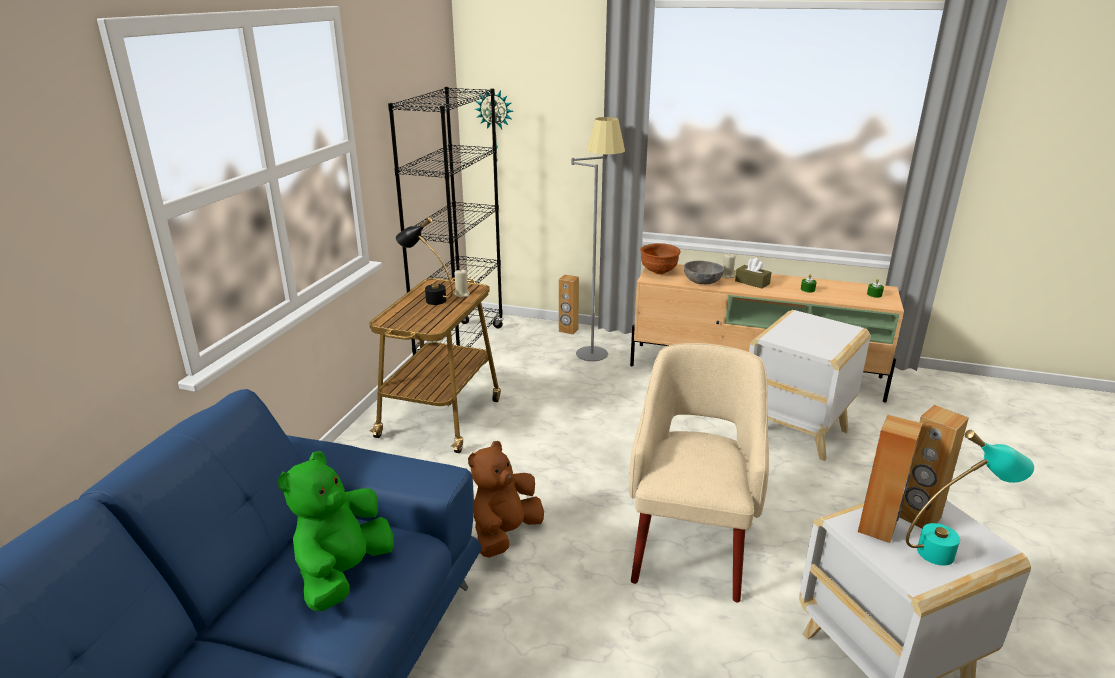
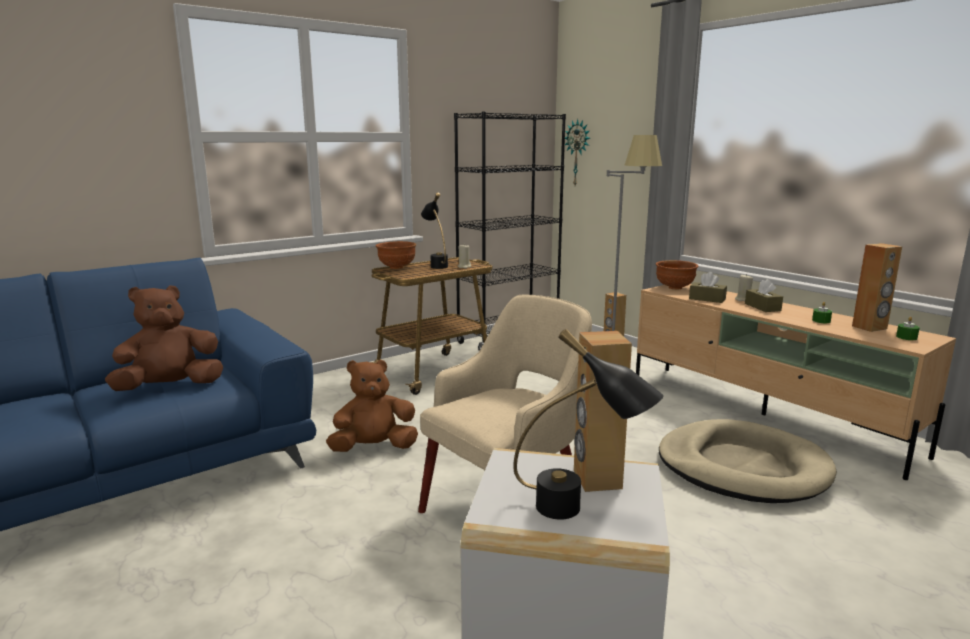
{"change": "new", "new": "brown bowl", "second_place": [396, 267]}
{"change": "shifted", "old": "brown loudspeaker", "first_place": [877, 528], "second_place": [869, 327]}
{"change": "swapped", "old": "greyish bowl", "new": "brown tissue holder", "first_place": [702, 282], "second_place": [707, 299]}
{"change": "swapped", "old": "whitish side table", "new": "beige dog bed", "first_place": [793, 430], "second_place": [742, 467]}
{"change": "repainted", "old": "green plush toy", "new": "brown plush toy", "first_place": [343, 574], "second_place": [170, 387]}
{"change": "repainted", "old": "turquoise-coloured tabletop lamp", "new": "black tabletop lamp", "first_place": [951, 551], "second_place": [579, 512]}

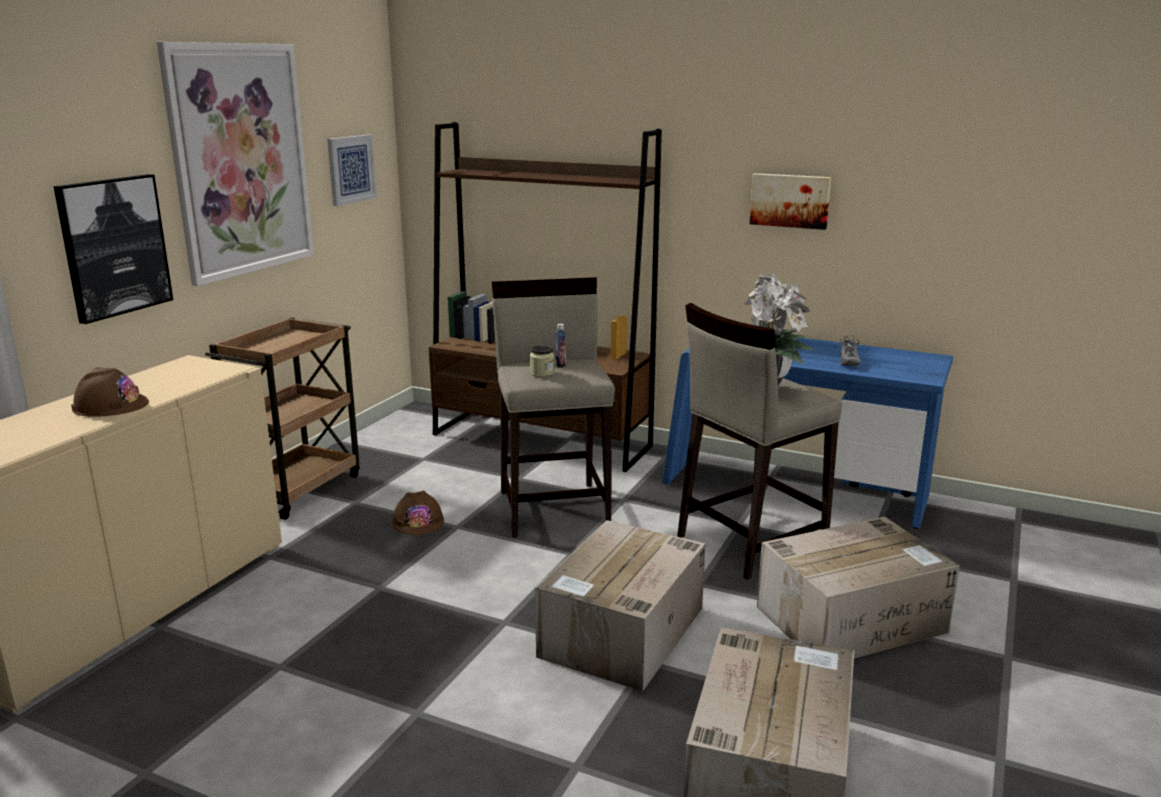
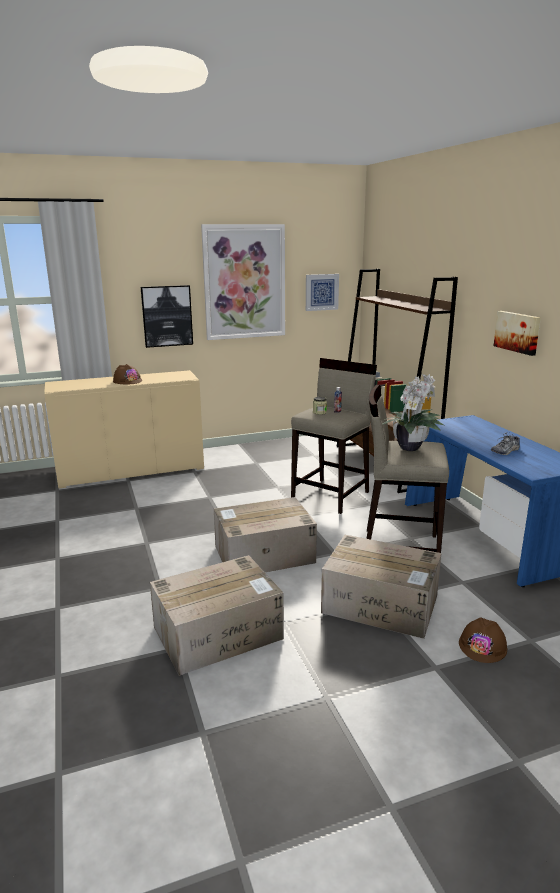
{"change": "gone", "old": "brown wheeled cart", "first_place": [298, 488]}
{"change": "shifted", "old": "brown work helmet", "first_place": [418, 522], "second_place": [483, 646]}

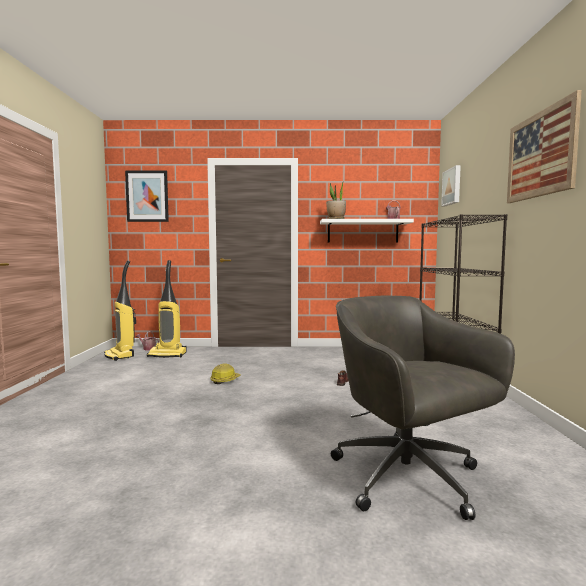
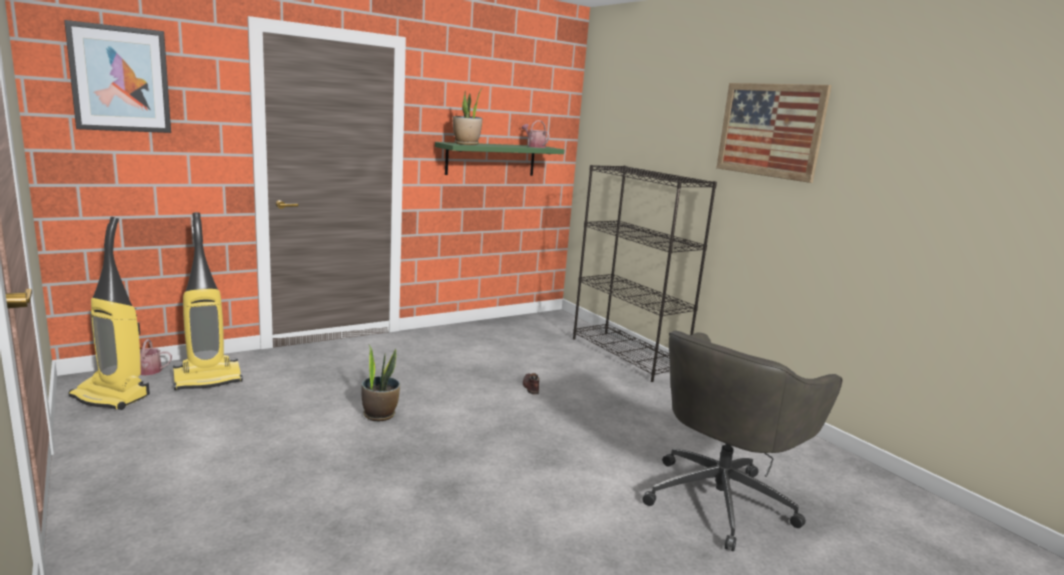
{"change": "gone", "old": "wall picture", "first_place": [452, 186]}
{"change": "swapped", "old": "work helmet", "new": "potted plant", "first_place": [225, 380], "second_place": [380, 414]}
{"change": "repainted", "old": "whitish wall shelf", "new": "green wall shelf", "first_place": [362, 231], "second_place": [491, 159]}
{"change": "rotated", "old": "greyish office chair", "first_place": [409, 479], "second_place": [721, 499], "degrees": -75}

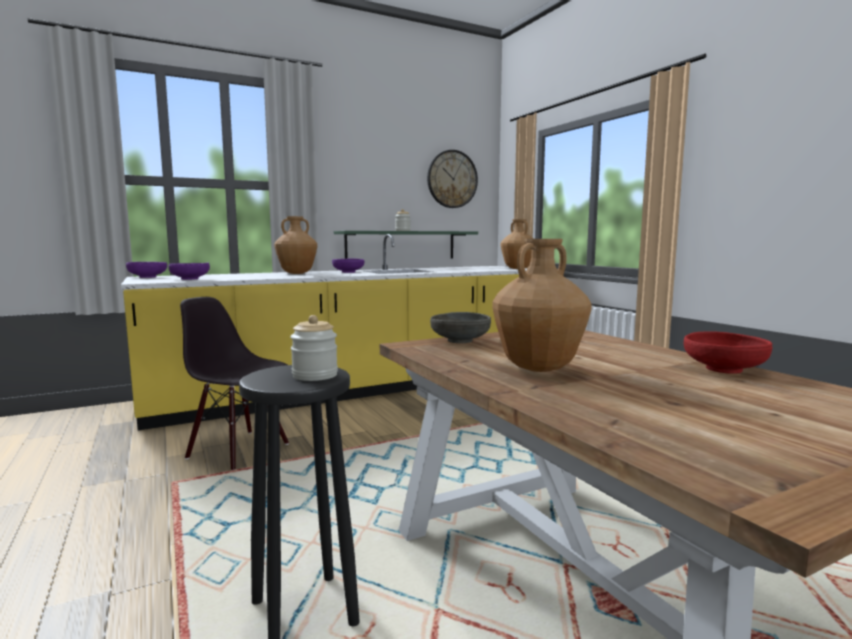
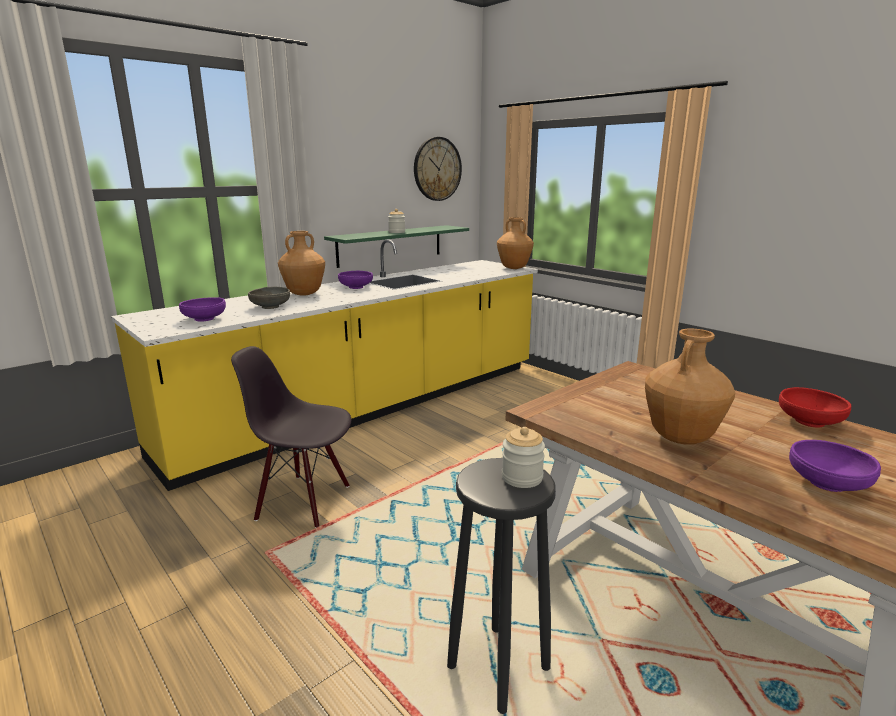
{"change": "shifted", "old": "purple bowl", "first_place": [147, 277], "second_place": [827, 483]}
{"change": "shifted", "old": "greyish bowl", "first_place": [460, 340], "second_place": [270, 307]}

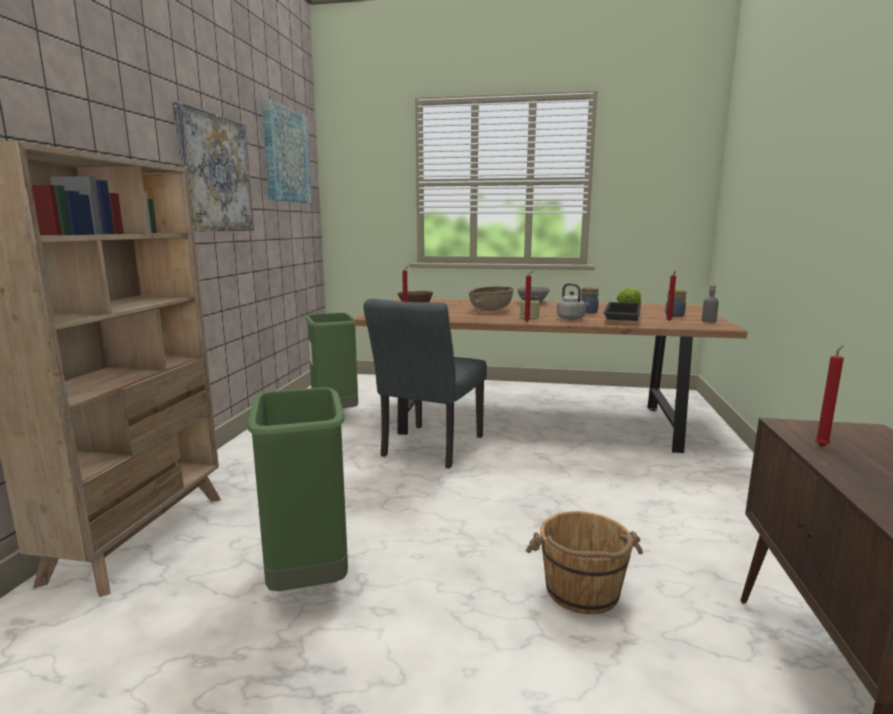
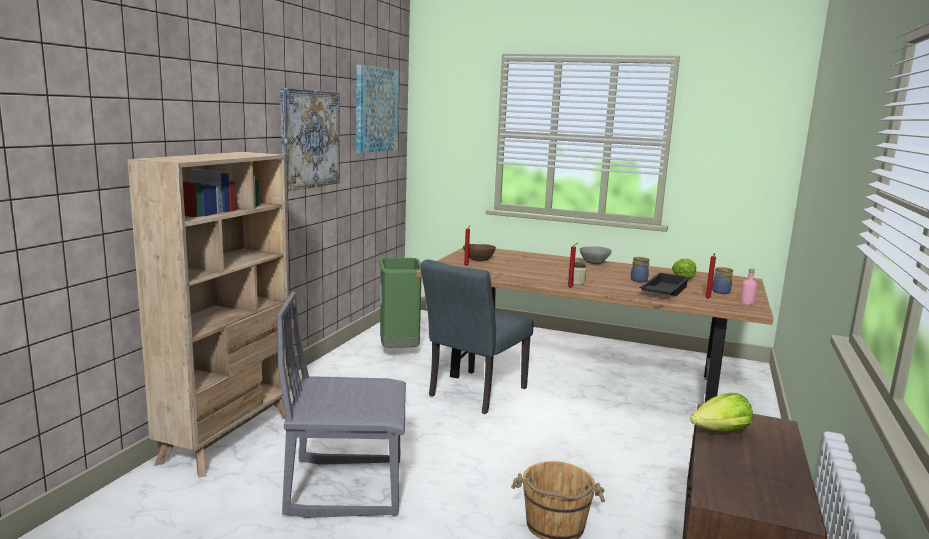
{"change": "gone", "old": "brown bowl", "first_place": [491, 310]}
{"change": "gone", "old": "greyish water kettle", "first_place": [572, 318]}
{"change": "swapped", "old": "green trash can", "new": "greyish upright chair", "first_place": [307, 579], "second_place": [346, 486]}
{"change": "swapped", "old": "reddish candle", "new": "head of lettuce", "first_place": [822, 446], "second_place": [721, 432]}
{"change": "repainted", "old": "greyish bottle", "new": "pink-coloured bottle", "first_place": [708, 321], "second_place": [747, 302]}

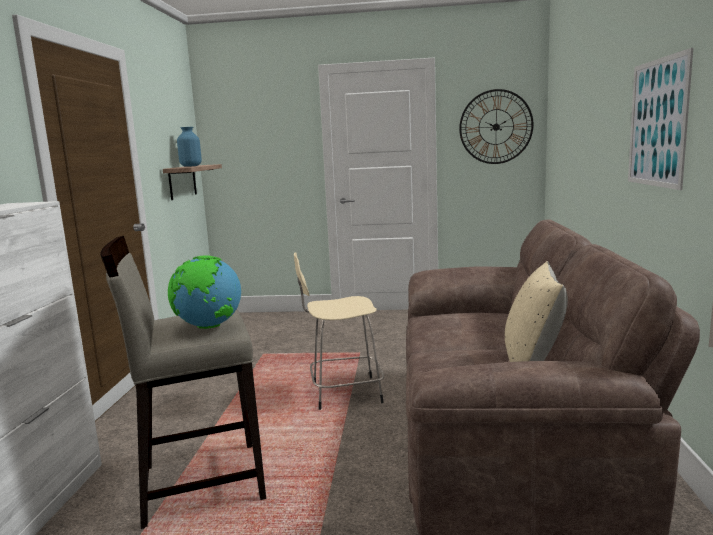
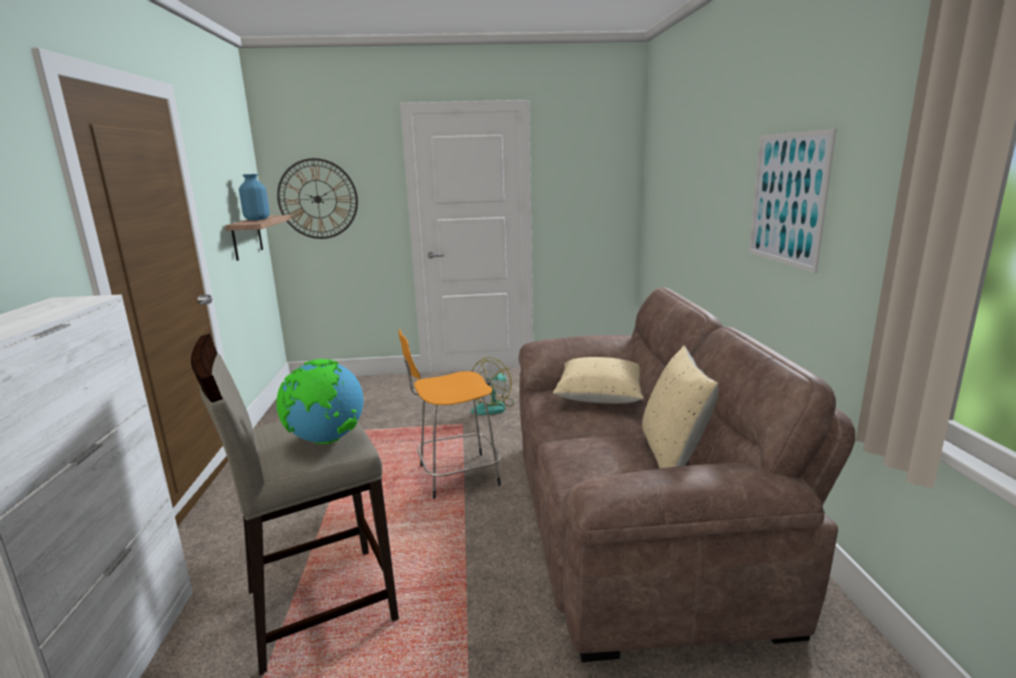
{"change": "new", "new": "cooling fan", "second_place": [494, 407]}
{"change": "new", "new": "beige throw pillow", "second_place": [600, 397]}
{"change": "shifted", "old": "hanging clock", "first_place": [496, 127], "second_place": [317, 199]}
{"change": "repainted", "old": "beige stool seat", "new": "orange stool seat", "first_place": [343, 393], "second_place": [455, 476]}

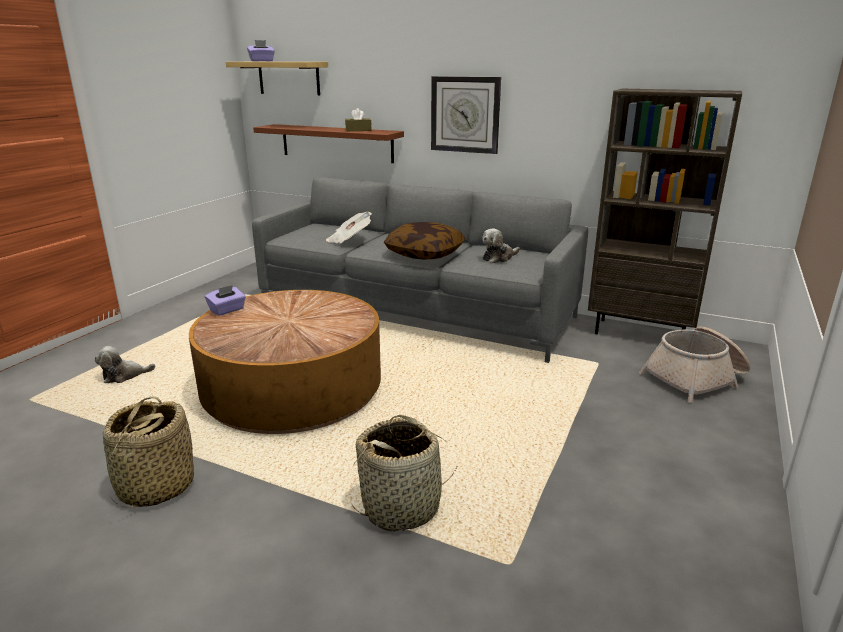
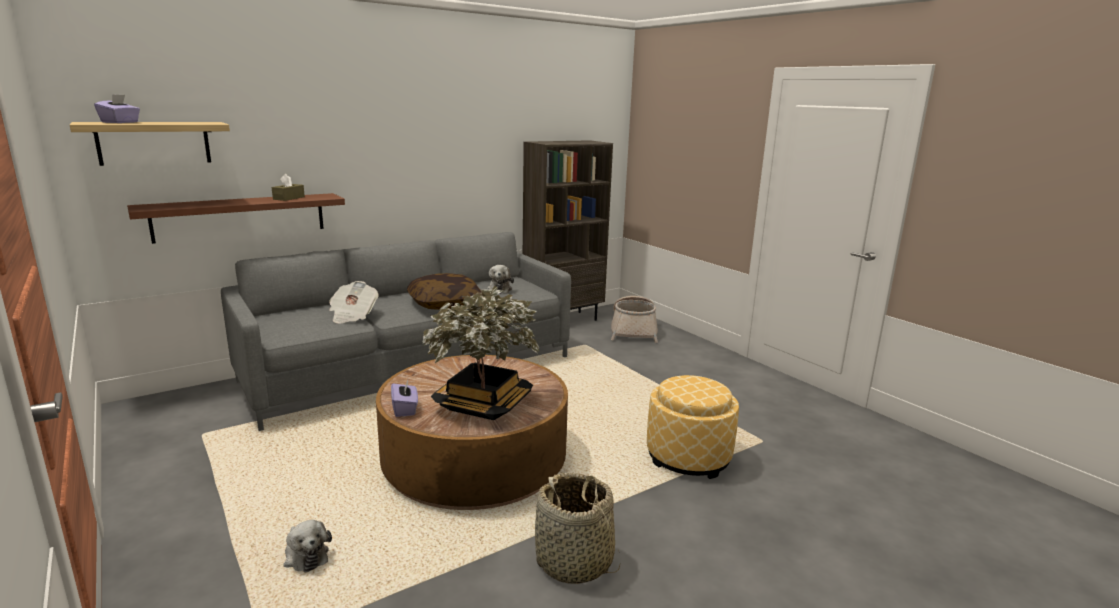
{"change": "gone", "old": "hanging clock", "first_place": [465, 114]}
{"change": "new", "new": "potted plant", "second_place": [483, 404]}
{"change": "swapped", "old": "basket", "new": "ottoman", "first_place": [402, 507], "second_place": [688, 457]}
{"change": "rotated", "old": "plush toy", "first_place": [124, 376], "second_place": [305, 556], "degrees": -45}

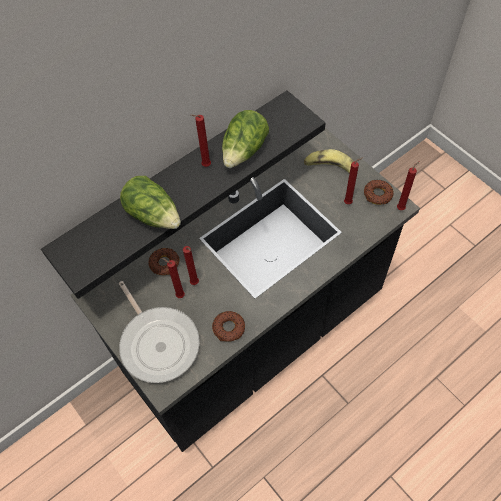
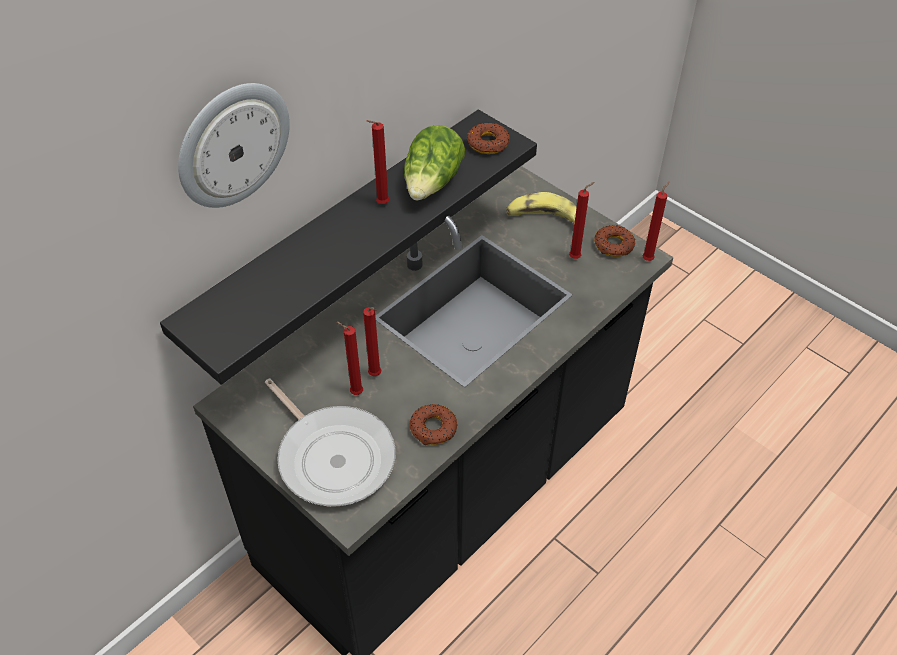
{"change": "gone", "old": "head of lettuce", "first_place": [154, 214]}
{"change": "new", "new": "hanging clock", "second_place": [232, 144]}
{"change": "shifted", "old": "doughnut", "first_place": [164, 263], "second_place": [488, 143]}

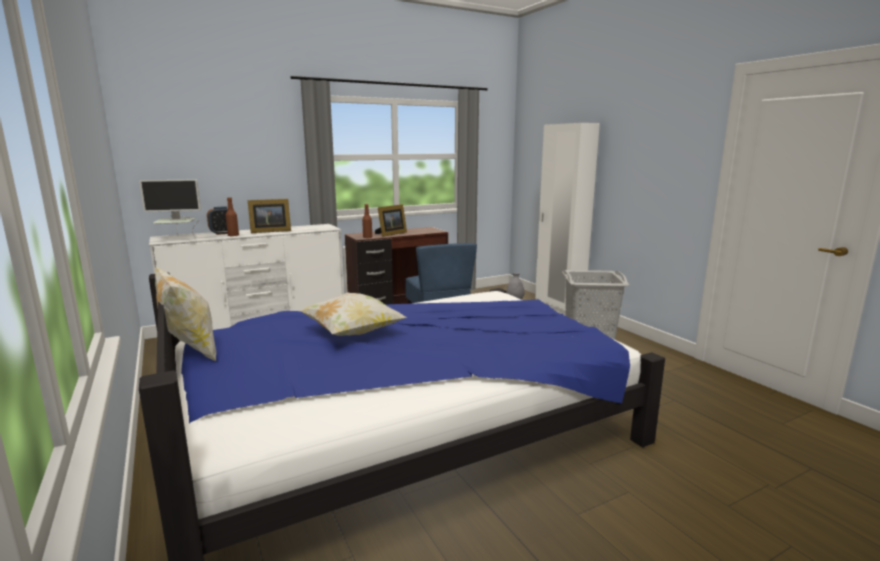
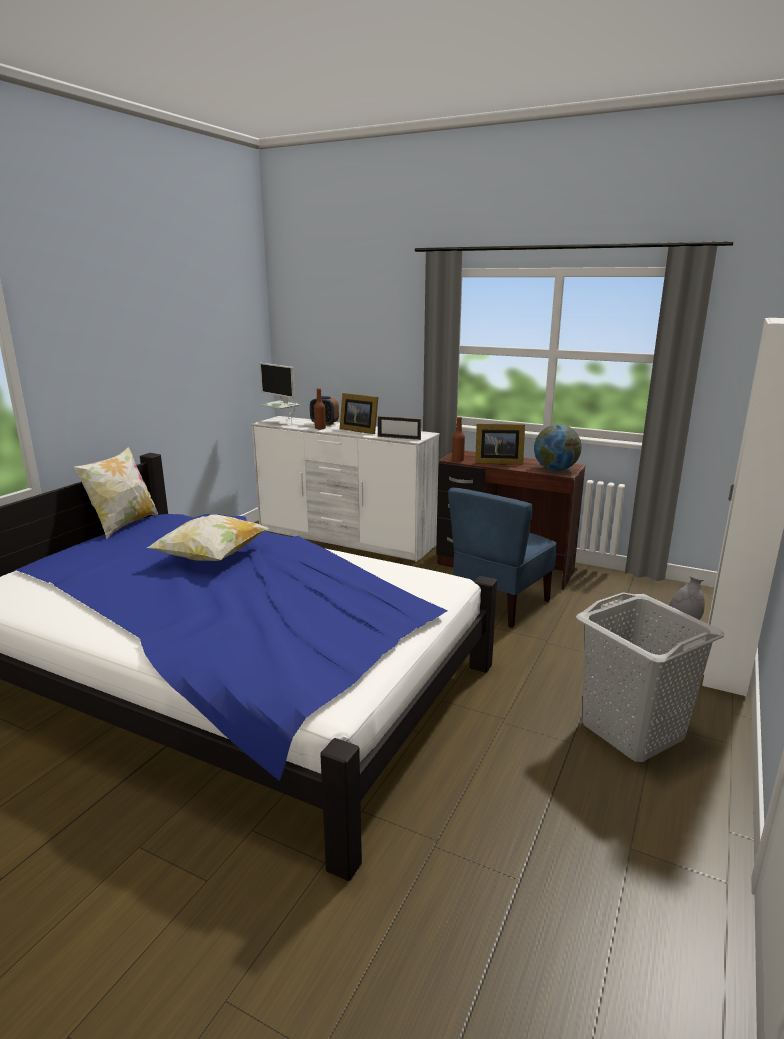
{"change": "new", "new": "standing frame", "second_place": [399, 438]}
{"change": "new", "new": "globe", "second_place": [555, 470]}

